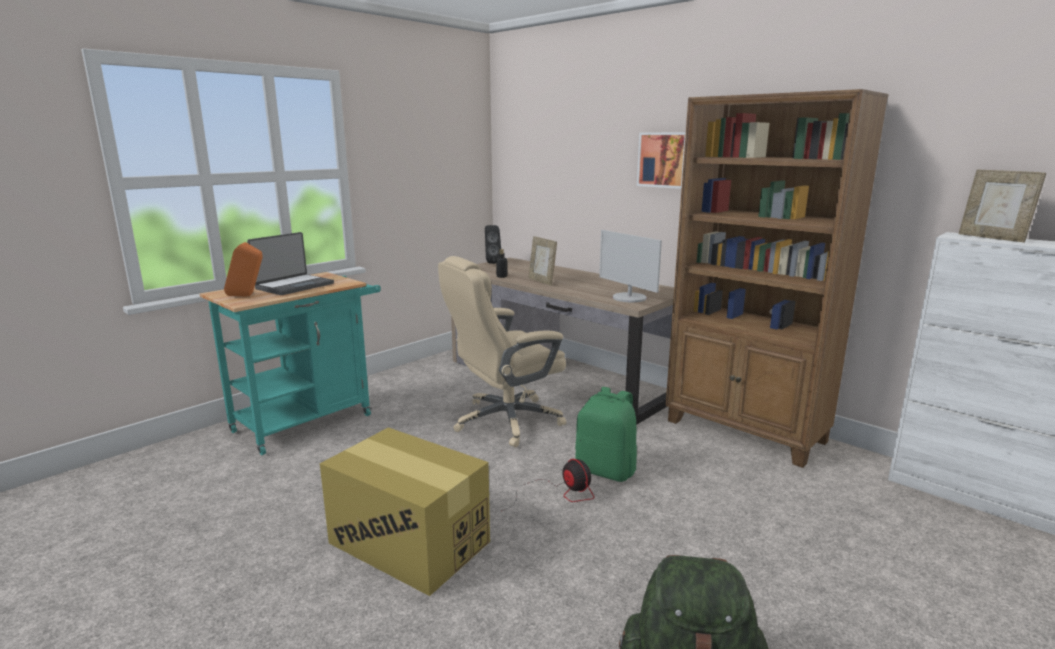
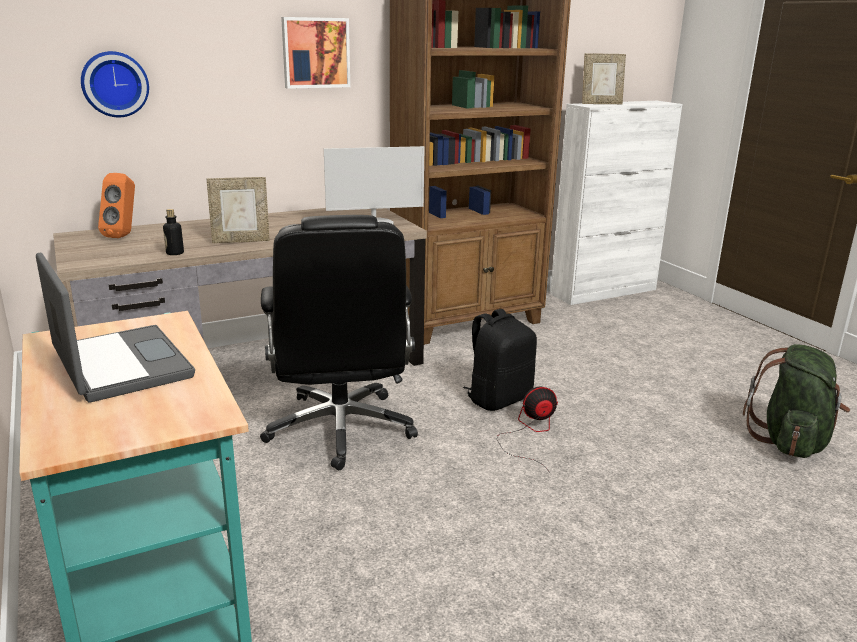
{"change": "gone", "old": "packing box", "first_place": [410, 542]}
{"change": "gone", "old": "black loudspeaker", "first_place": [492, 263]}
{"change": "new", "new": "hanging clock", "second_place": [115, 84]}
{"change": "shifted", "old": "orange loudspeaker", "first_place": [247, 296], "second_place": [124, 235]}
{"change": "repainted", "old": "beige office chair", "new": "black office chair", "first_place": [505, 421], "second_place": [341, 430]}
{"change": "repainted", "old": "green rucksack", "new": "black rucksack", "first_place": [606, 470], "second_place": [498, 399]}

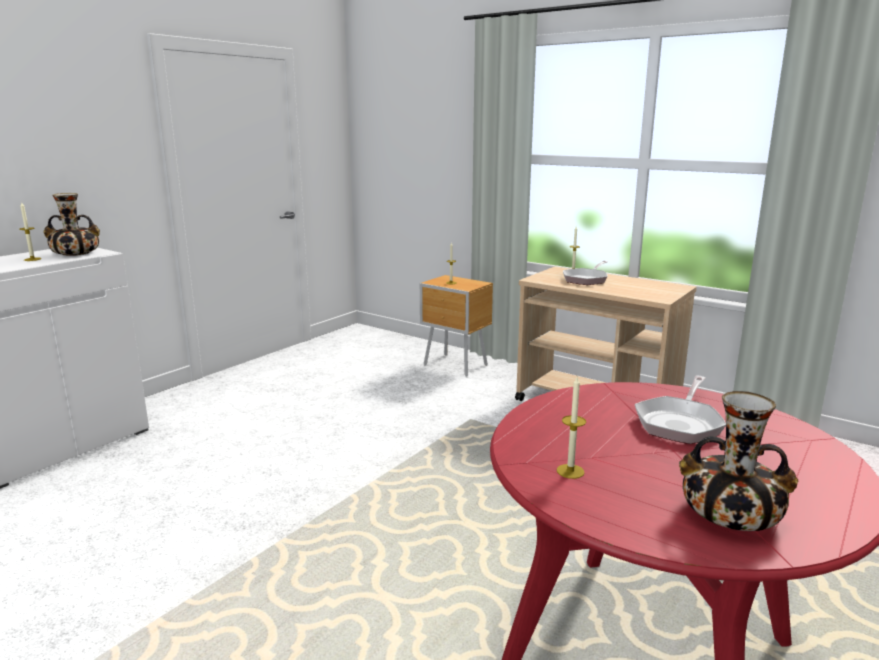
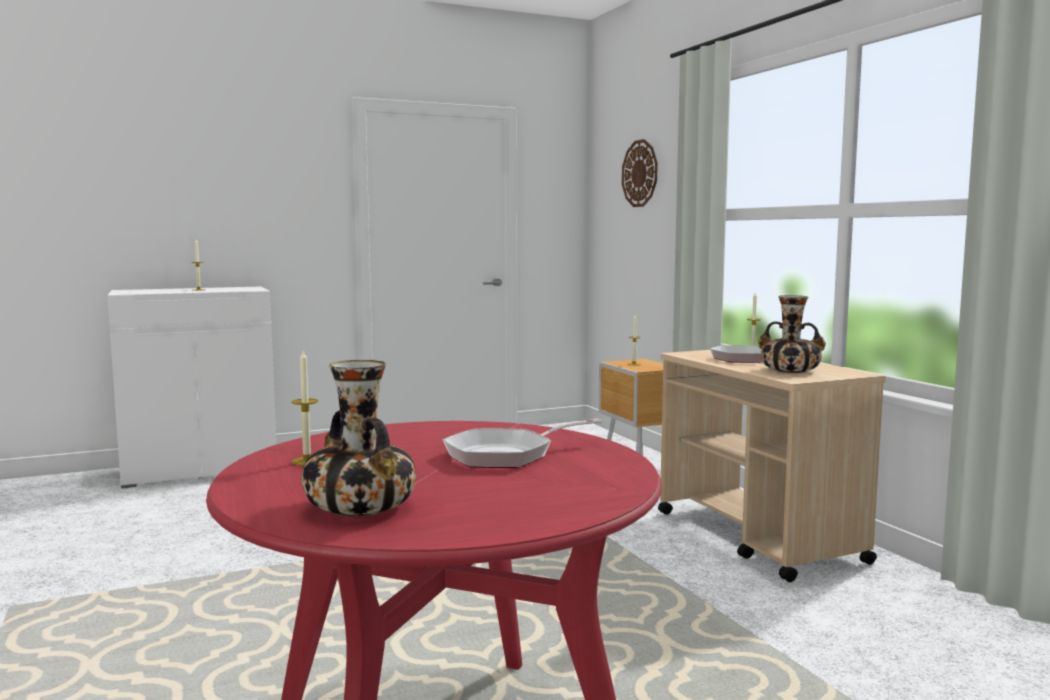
{"change": "new", "new": "hanging clock", "second_place": [640, 173]}
{"change": "shifted", "old": "vase", "first_place": [76, 253], "second_place": [791, 370]}

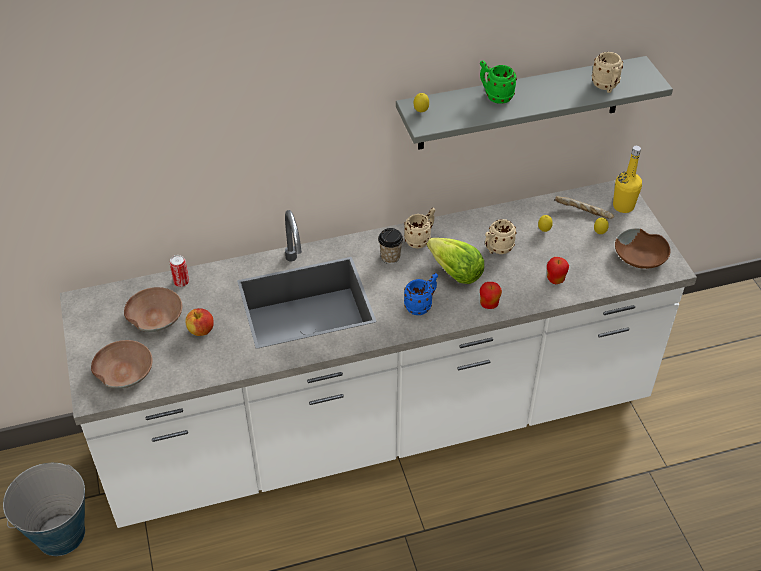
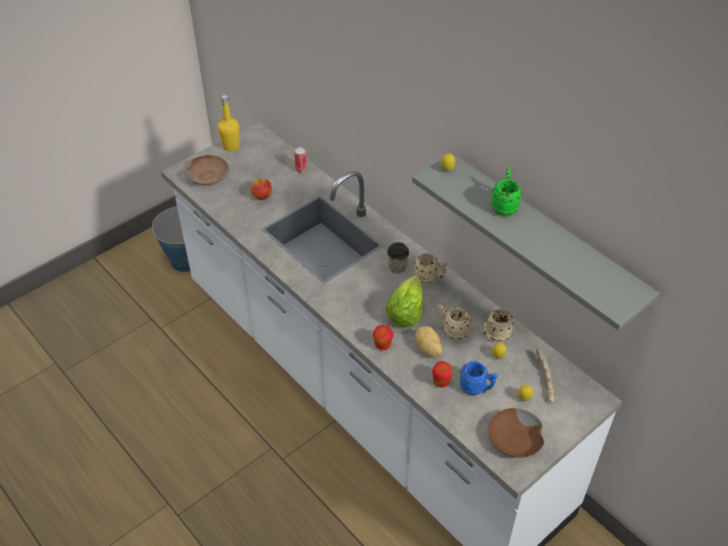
{"change": "gone", "old": "brown bowl", "first_place": [154, 316]}
{"change": "new", "new": "potato", "second_place": [427, 349]}
{"change": "shifted", "old": "blue-coloured coffee mug", "first_place": [421, 305], "second_place": [476, 388]}
{"change": "shifted", "old": "beige coffee mug", "first_place": [606, 87], "second_place": [494, 336]}
{"change": "shifted", "old": "yellow bottle", "first_place": [623, 206], "second_place": [231, 146]}

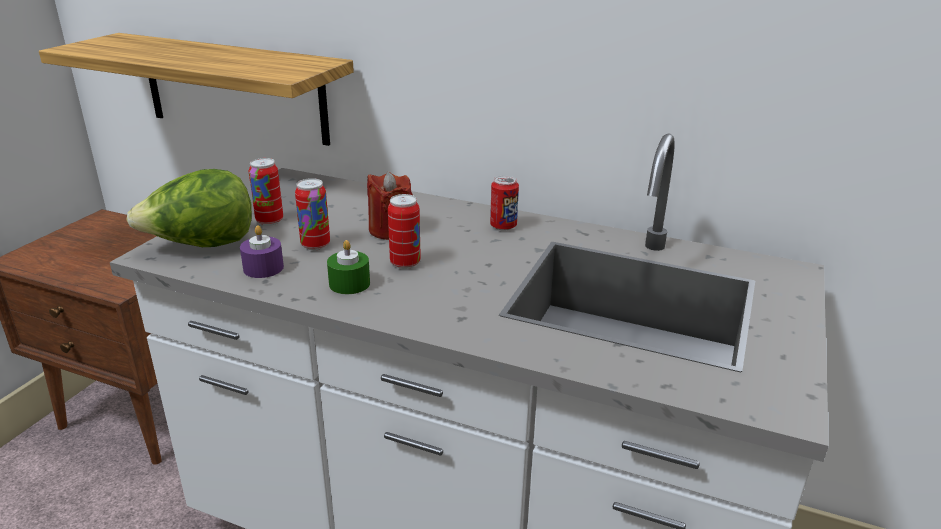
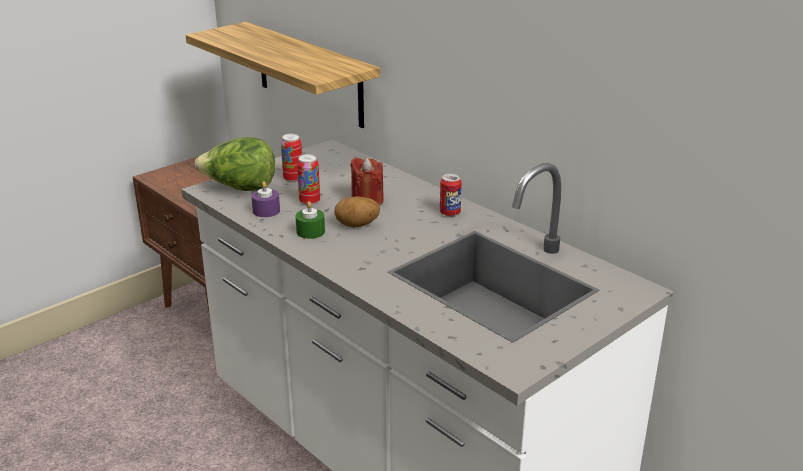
{"change": "swapped", "old": "metal can", "new": "potato", "first_place": [405, 263], "second_place": [357, 225]}

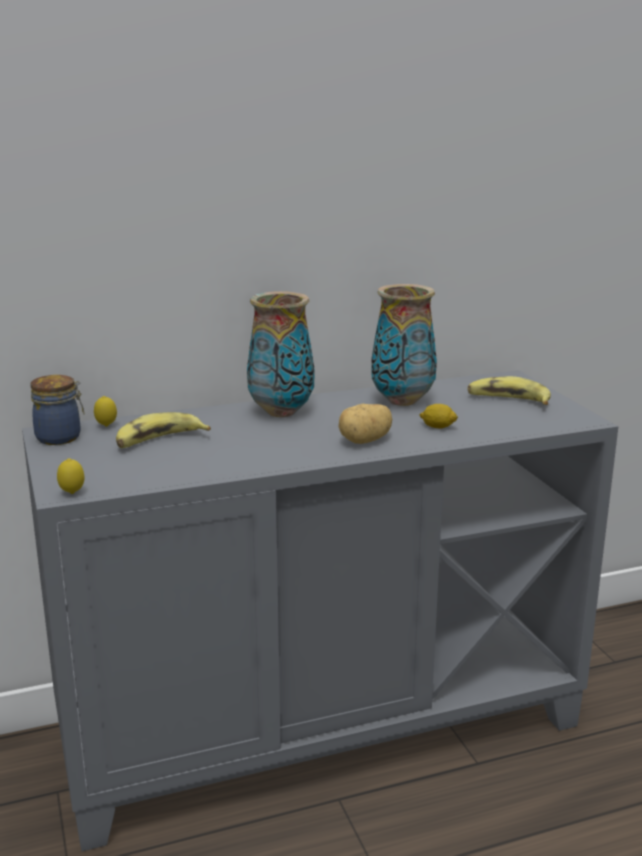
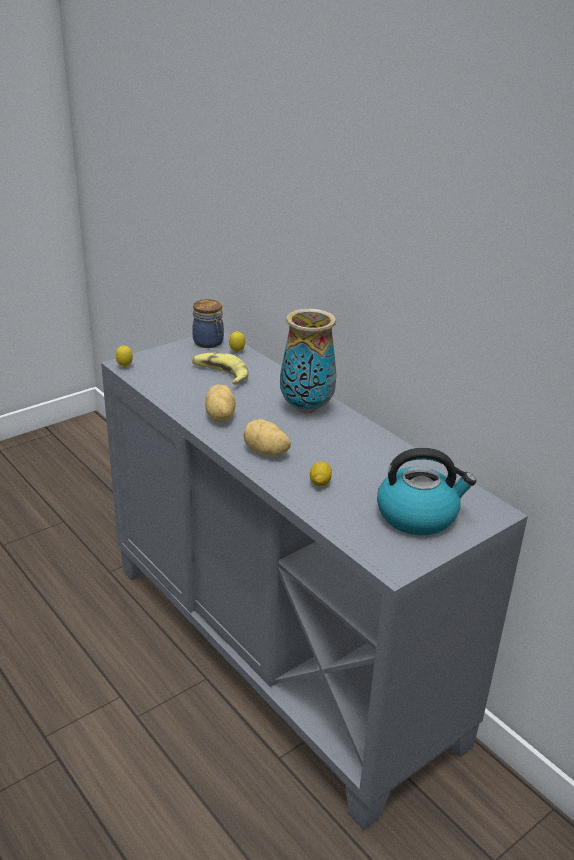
{"change": "gone", "old": "vase", "first_place": [403, 401]}
{"change": "new", "new": "potato", "second_place": [219, 417]}
{"change": "swapped", "old": "banana", "new": "water kettle", "first_place": [508, 401], "second_place": [418, 515]}

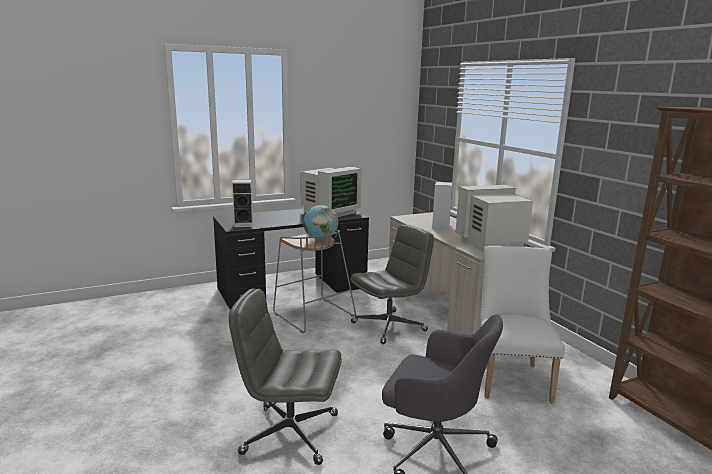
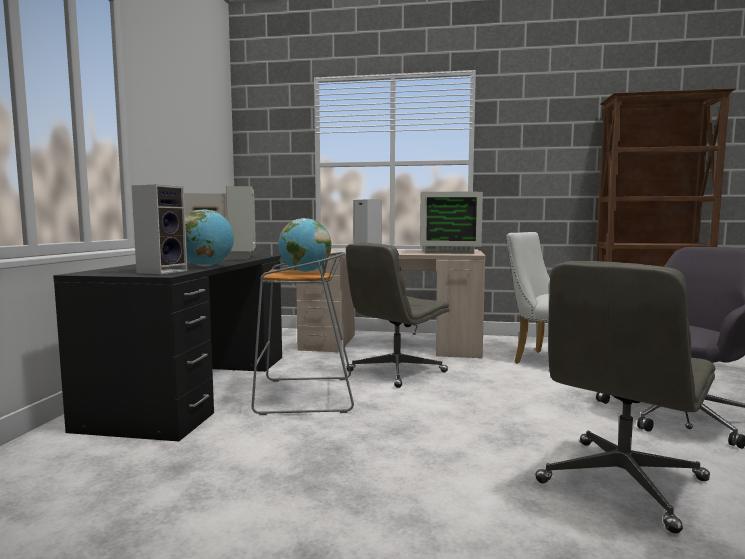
{"change": "new", "new": "globe", "second_place": [206, 266]}
{"change": "rotated", "old": "greyish office chair", "first_place": [389, 326], "second_place": [396, 372], "degrees": -135}
{"change": "rotated", "old": "computer screen", "first_place": [491, 244], "second_place": [447, 252], "degrees": -105}

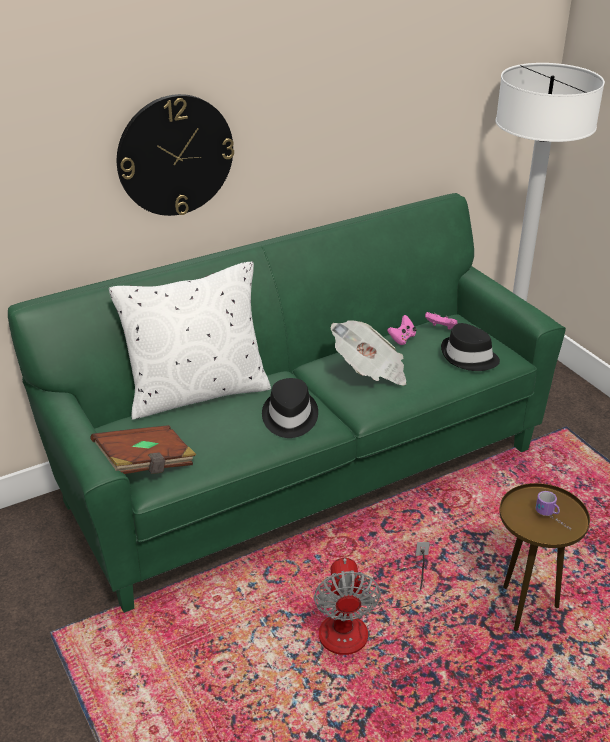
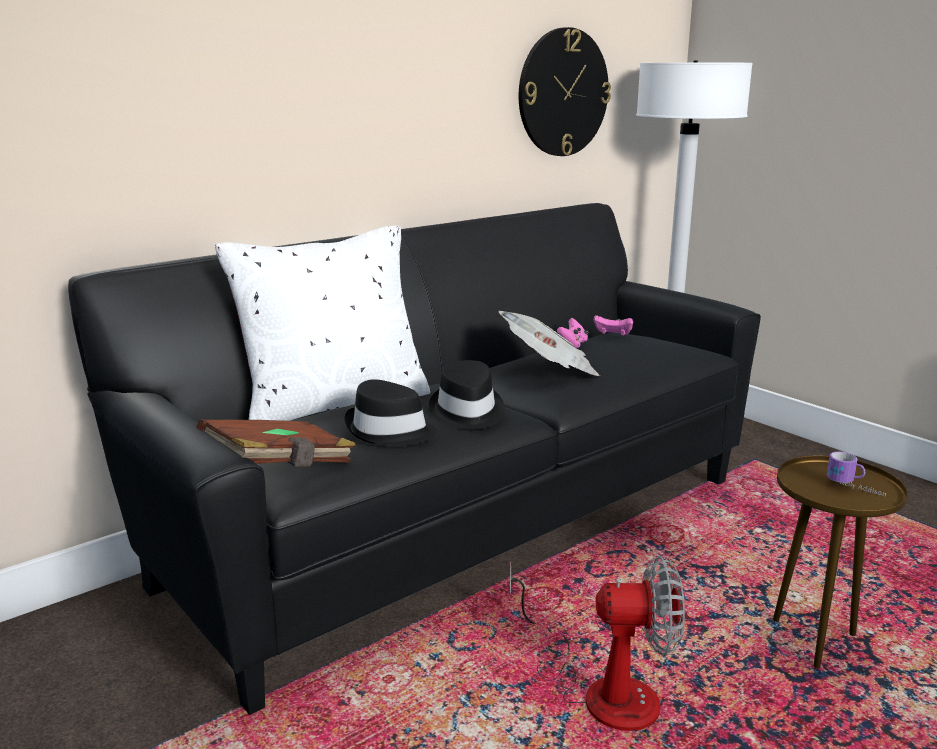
{"change": "shifted", "old": "hanging clock", "first_place": [175, 155], "second_place": [563, 93]}
{"change": "shifted", "old": "black hat", "first_place": [468, 357], "second_place": [390, 431]}
{"change": "repainted", "old": "green sofa", "new": "black sofa", "first_place": [303, 474], "second_place": [466, 529]}
{"change": "rotated", "old": "cooling fan", "first_place": [357, 625], "second_place": [601, 689], "degrees": -75}

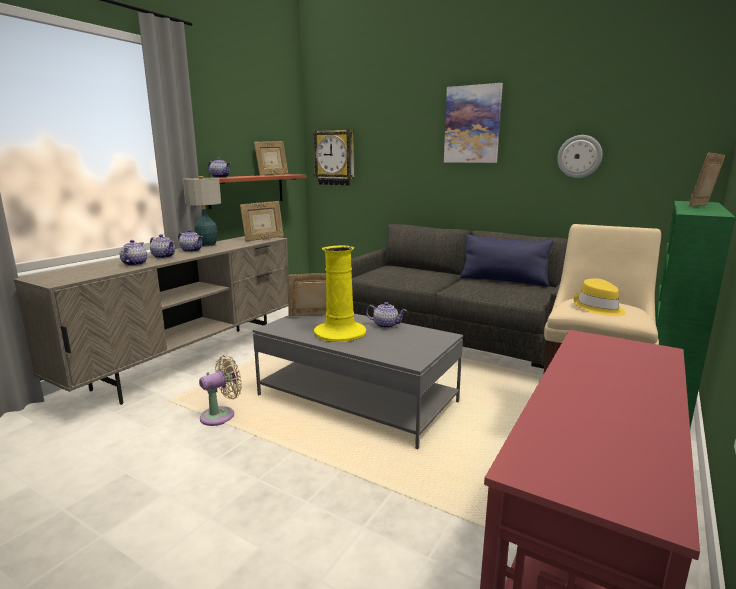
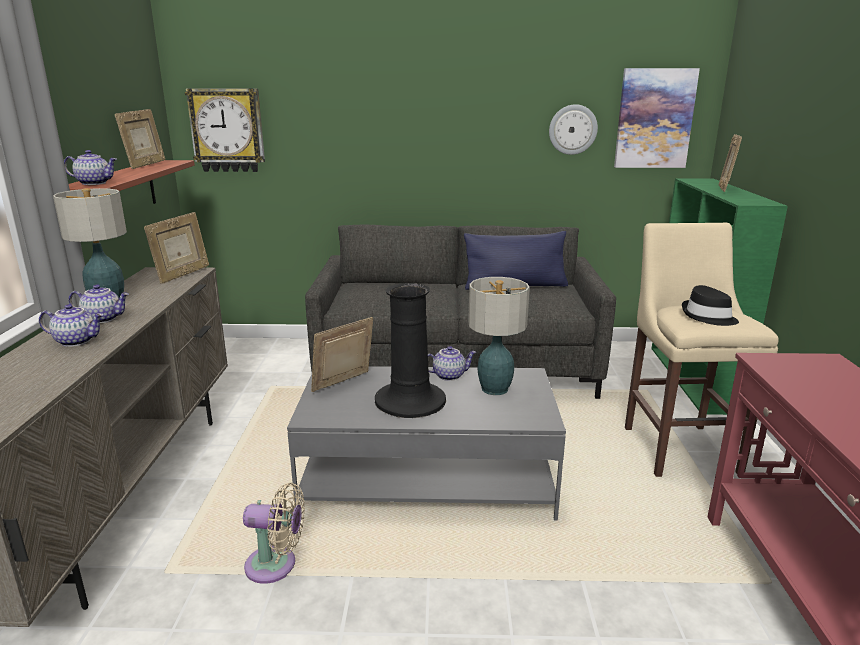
{"change": "gone", "old": "pot for tea", "first_place": [134, 264]}
{"change": "new", "new": "tabletop lamp", "second_place": [495, 388]}
{"change": "shifted", "old": "wall picture", "first_place": [472, 124], "second_place": [654, 119]}
{"change": "repainted", "old": "yellow vase", "new": "black vase", "first_place": [340, 333], "second_place": [411, 401]}
{"change": "repainted", "old": "yellow hat", "new": "black hat", "first_place": [598, 308], "second_place": [708, 317]}
{"change": "rotated", "old": "beige cooling fan", "first_place": [221, 415], "second_place": [276, 565], "degrees": 75}

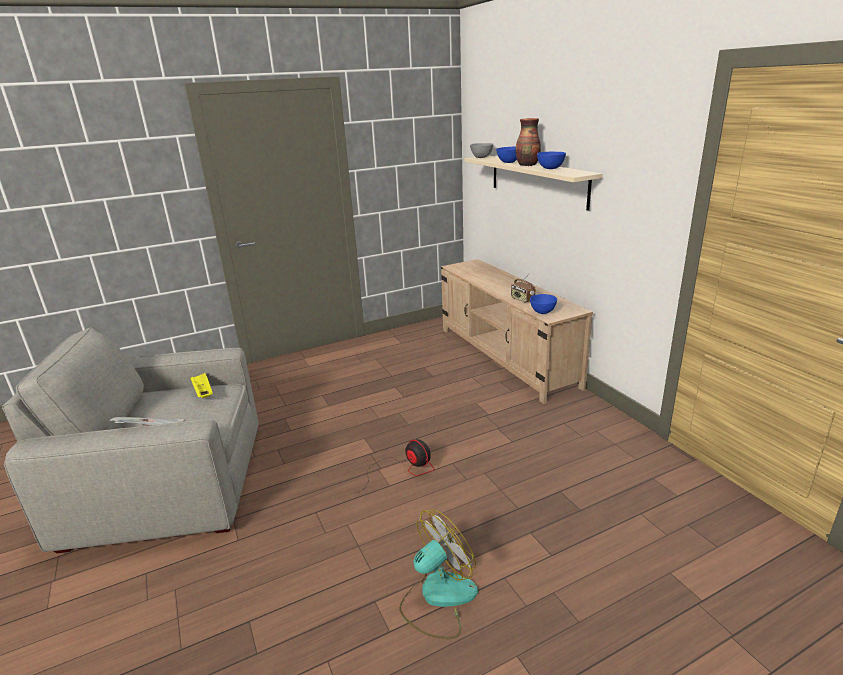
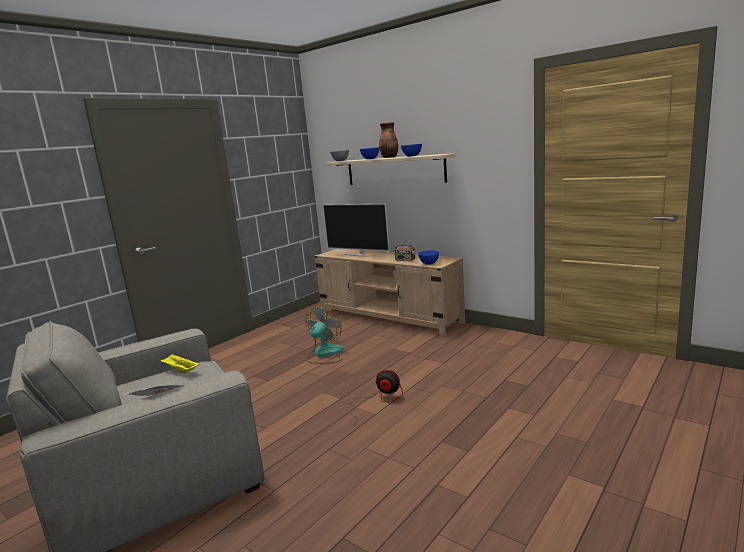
{"change": "new", "new": "television", "second_place": [359, 255]}
{"change": "shifted", "old": "cooling fan", "first_place": [438, 598], "second_place": [324, 354]}

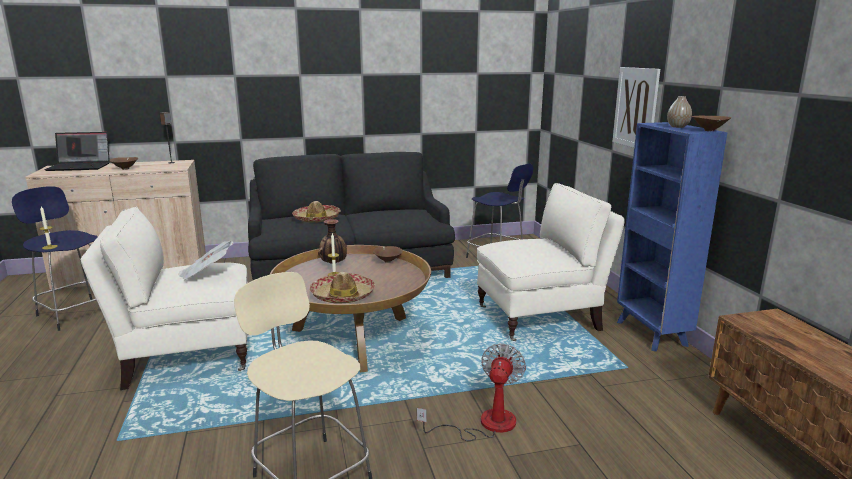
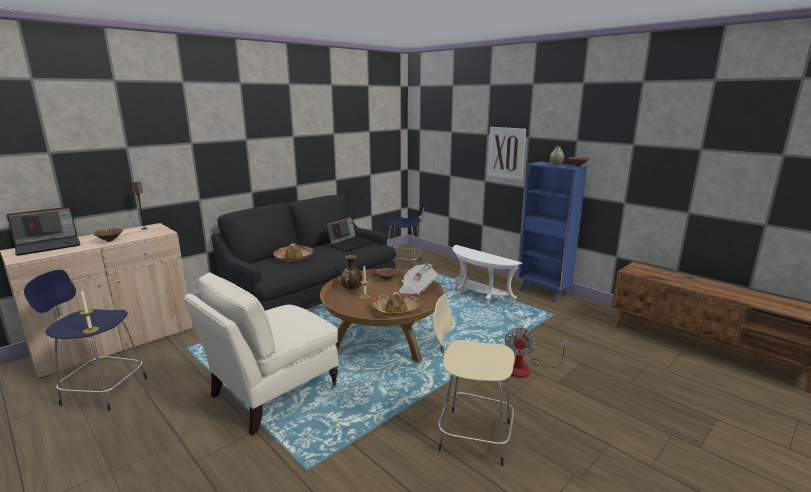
{"change": "new", "new": "notebook computer", "second_place": [350, 244]}
{"change": "shifted", "old": "printed paper", "first_place": [206, 274], "second_place": [416, 288]}
{"change": "swapped", "old": "beige easy chair", "new": "whitish side table", "first_place": [541, 318], "second_place": [479, 298]}
{"change": "rotated", "old": "cooling fan", "first_place": [485, 424], "second_place": [526, 369], "degrees": -150}

